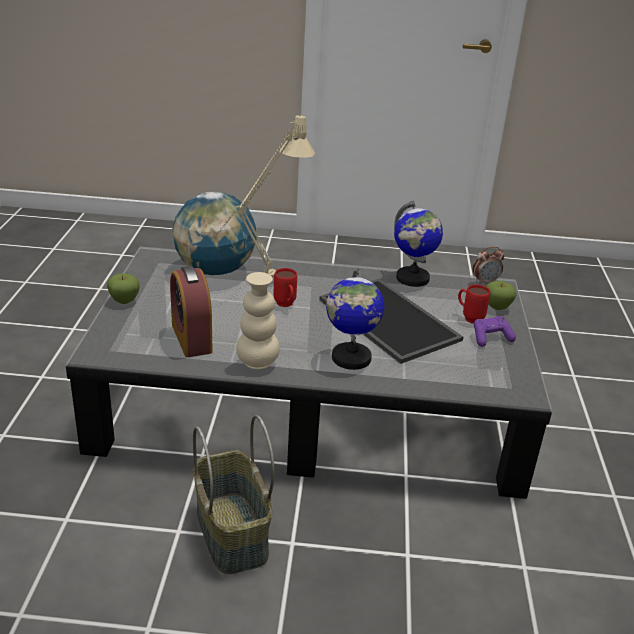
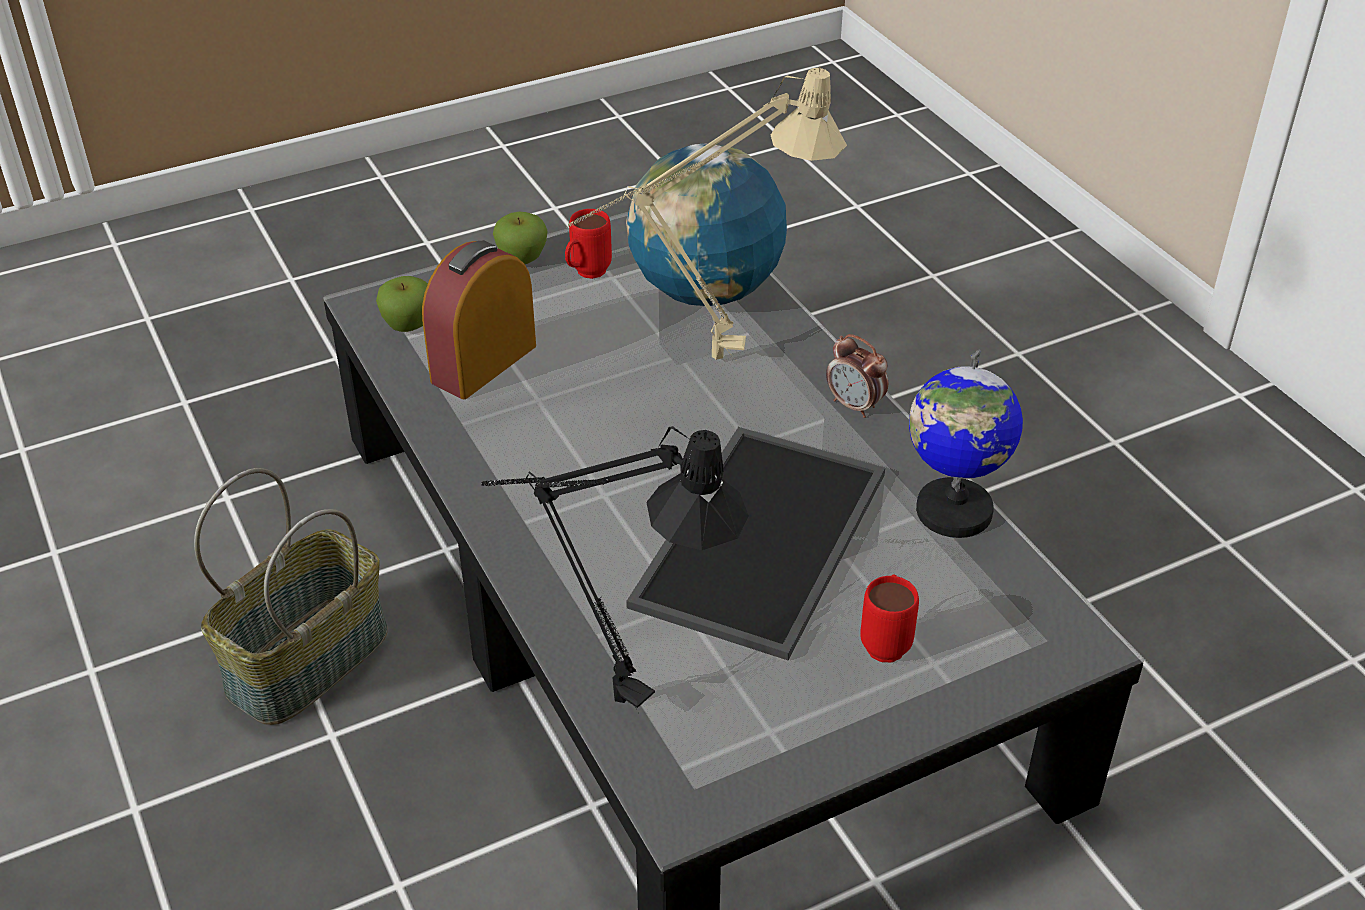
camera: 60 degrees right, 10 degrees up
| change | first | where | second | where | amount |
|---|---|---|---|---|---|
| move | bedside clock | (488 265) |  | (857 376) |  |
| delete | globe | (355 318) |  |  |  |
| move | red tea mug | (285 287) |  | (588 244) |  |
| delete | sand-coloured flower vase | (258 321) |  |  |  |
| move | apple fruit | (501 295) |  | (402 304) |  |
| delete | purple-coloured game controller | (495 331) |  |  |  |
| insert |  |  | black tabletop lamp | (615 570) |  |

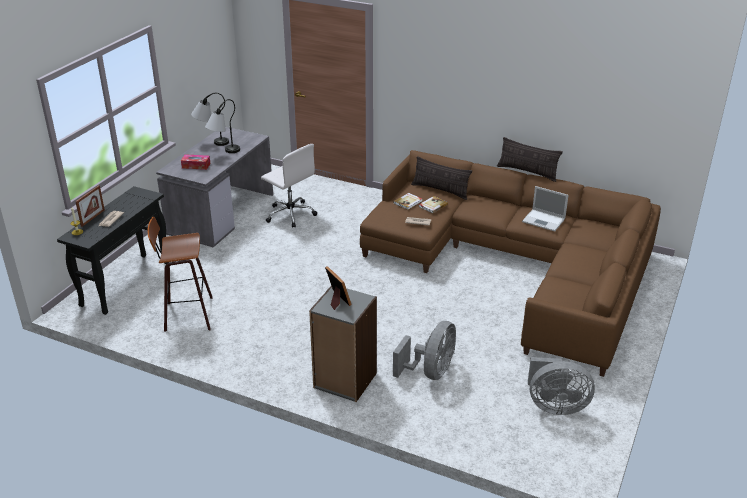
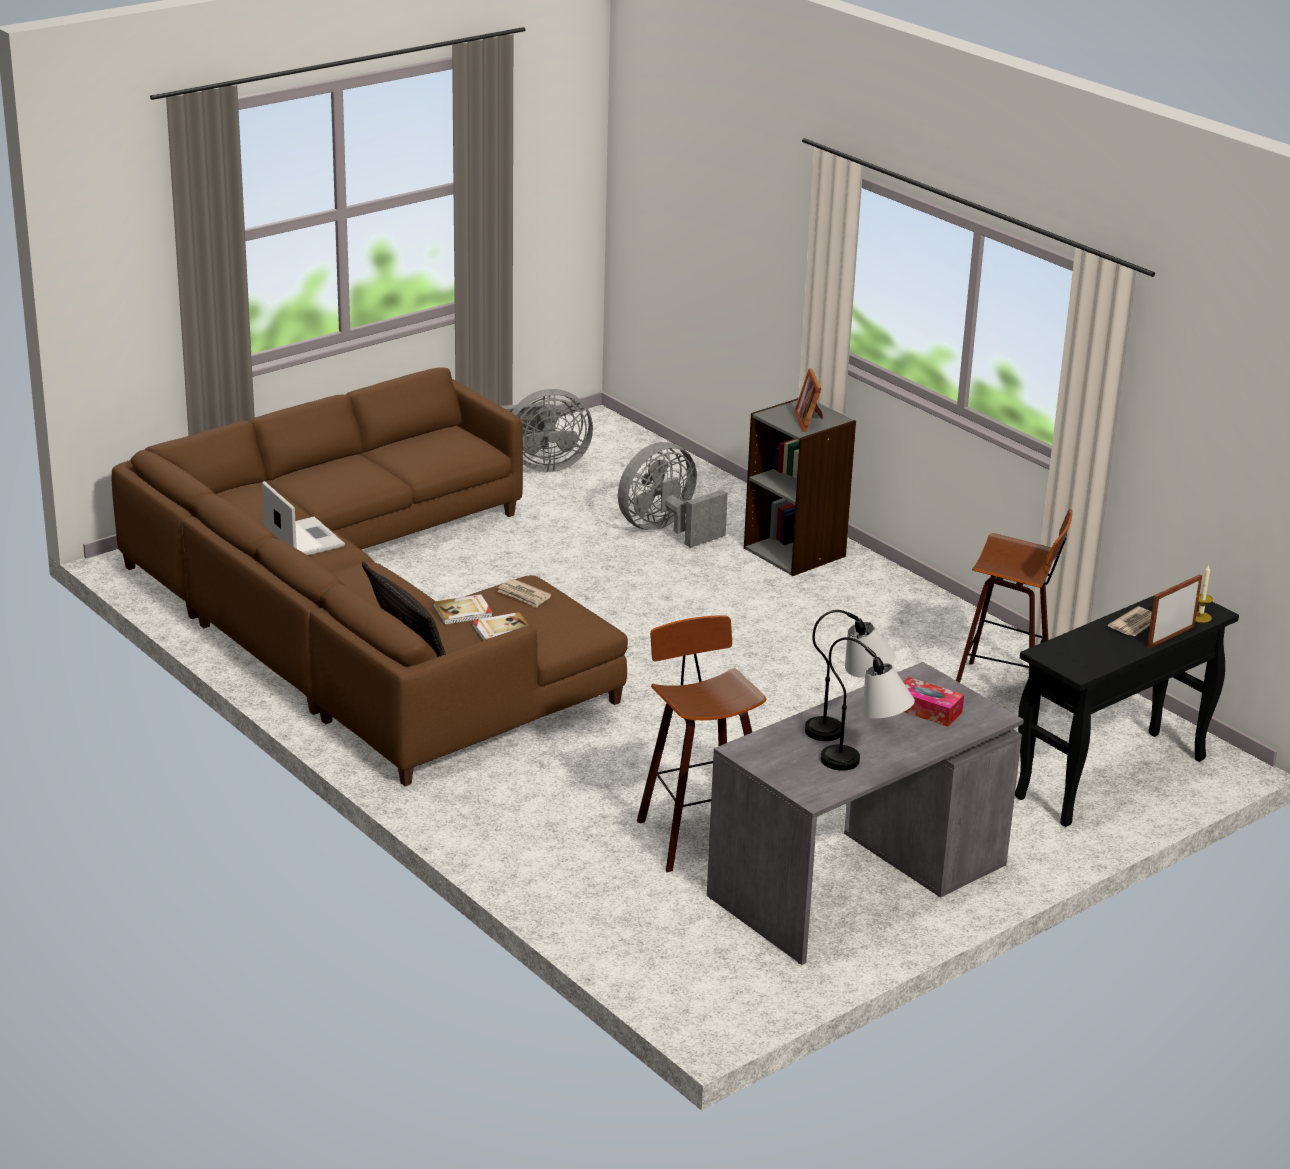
camera: 155 degrees left, 5 degrees down
| change | first | where | second | where | amount |
|---|---|---|---|---|---|
| delete | throw pillow | (530 159) |  |  |  |
| replace | white office chair | (289 186) | stool seat | (701 743) |  |
| rotate | gray fan | (561 386) |  | (547 430) | 135 degrees clockwise |

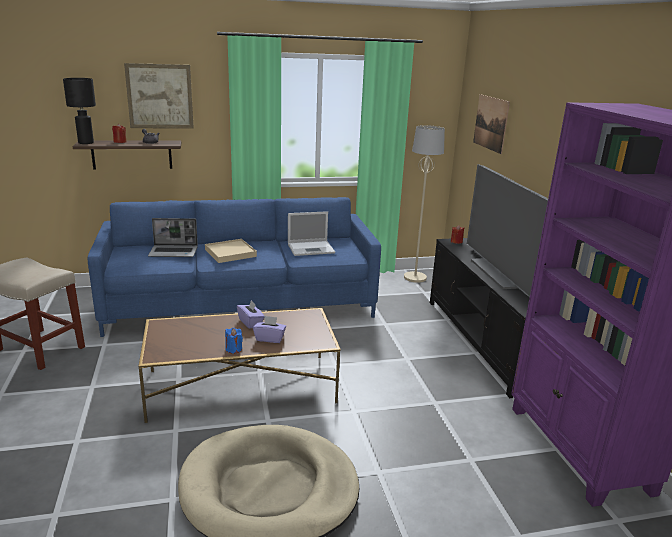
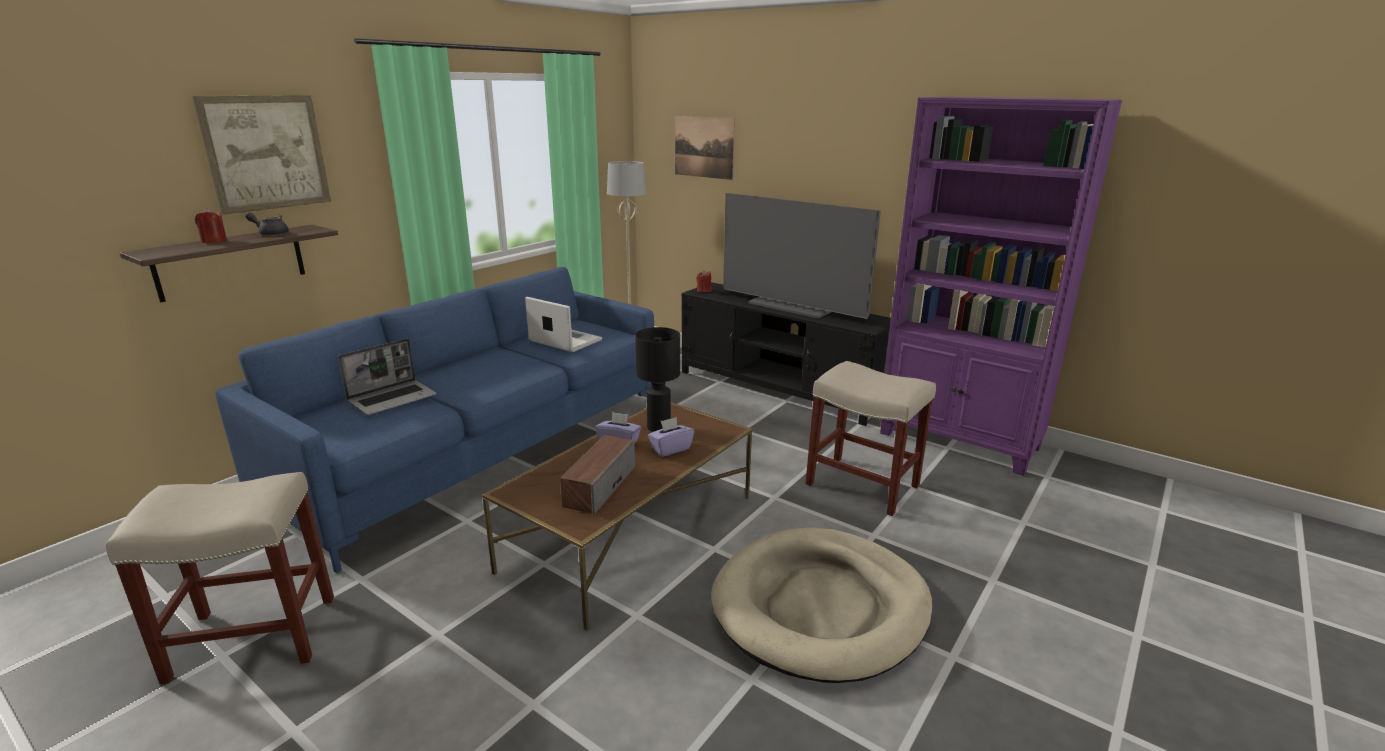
camera: 40 degrees left, 0 degrees up
| change | first | where | second | where | amount |
|---|---|---|---|---|---|
| move | black tabletop lamp | (79 111) |  | (657 379) |  |
| rotate | portable computer | (311 233) |  | (563 324) | 90 degrees counterclockwise |
| delete | sand-coloured carrying tray | (231 251) |  |  |  |
| delete | blue-coloured wax candle | (234 340) |  |  |  |
| insert |  |  | sand-coloured stool seat | (871 438) |  |
| insert |  |  | loudspeaker | (597 475) |  |

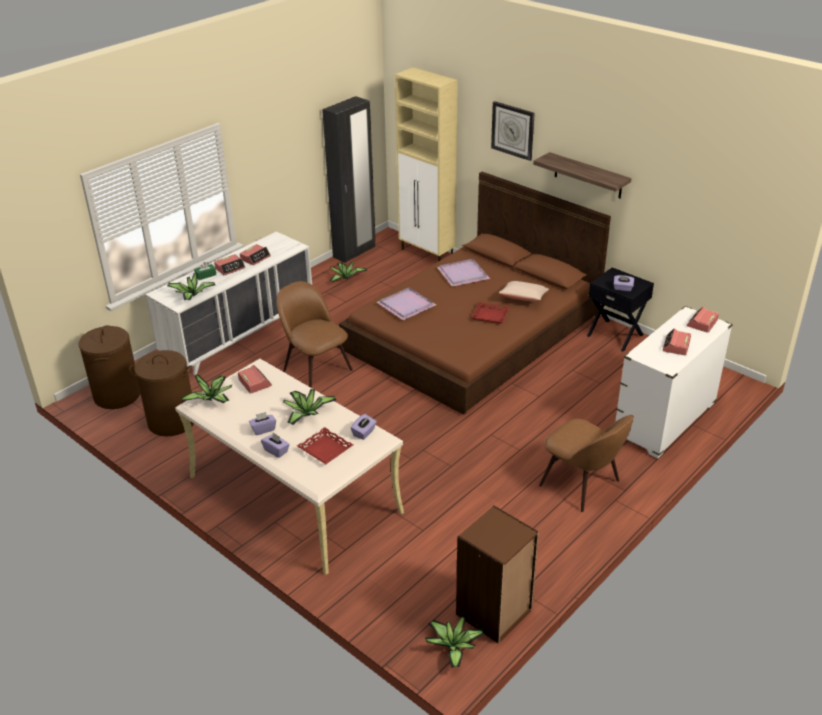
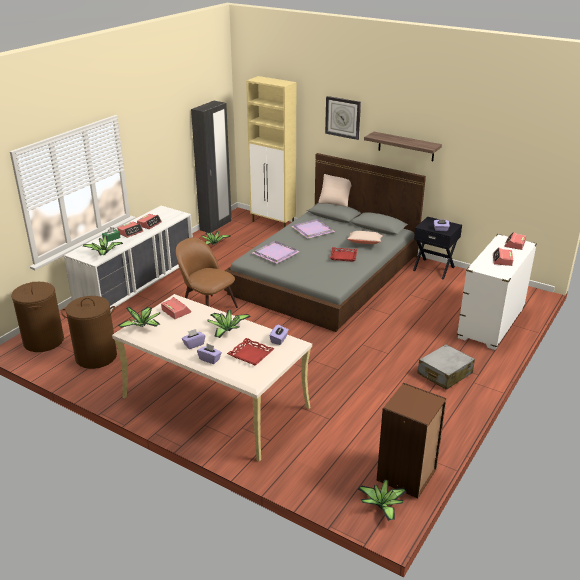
camera: 10 degrees left, 5 degrees down
| change | first | where | second | where | amount |
|---|---|---|---|---|---|
| recolor | brownish bed | (475 293) | gray bed | (325 242) |  |
| replace | brownish chair | (586 463) | gray piece of luggage | (446 367) |  |
| insert |  |  | sand-coloured throw pillow | (334 190) |  |

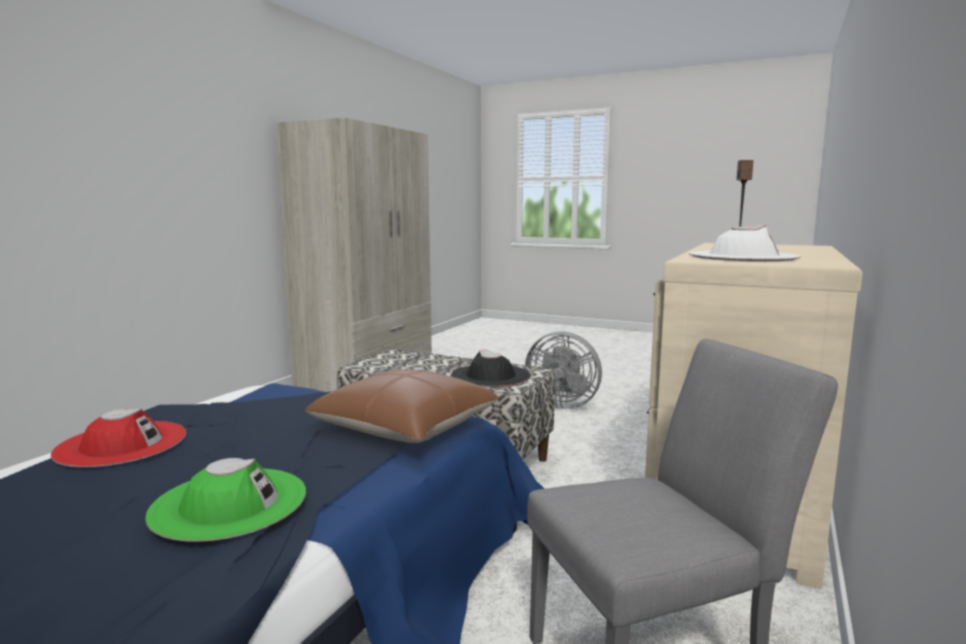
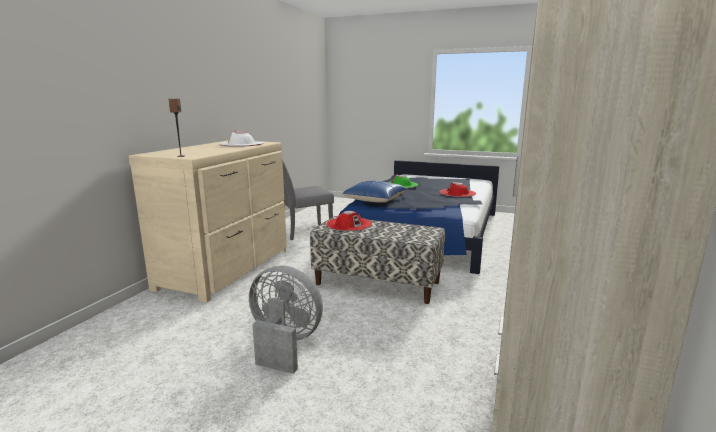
camera: 175 degrees right, 5 degrees up
| change | first | where | second | where | amount |
|---|---|---|---|---|---|
| recolor | black hat | (491 368) | red hat | (349 221) |  |
| recolor | brownish throw pillow | (402 406) | blue-coloured throw pillow | (374 192) |  |

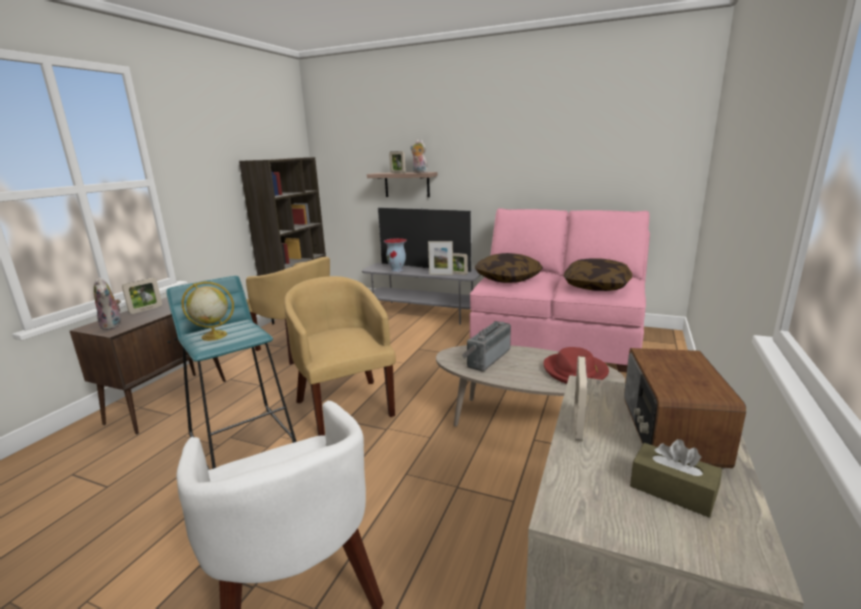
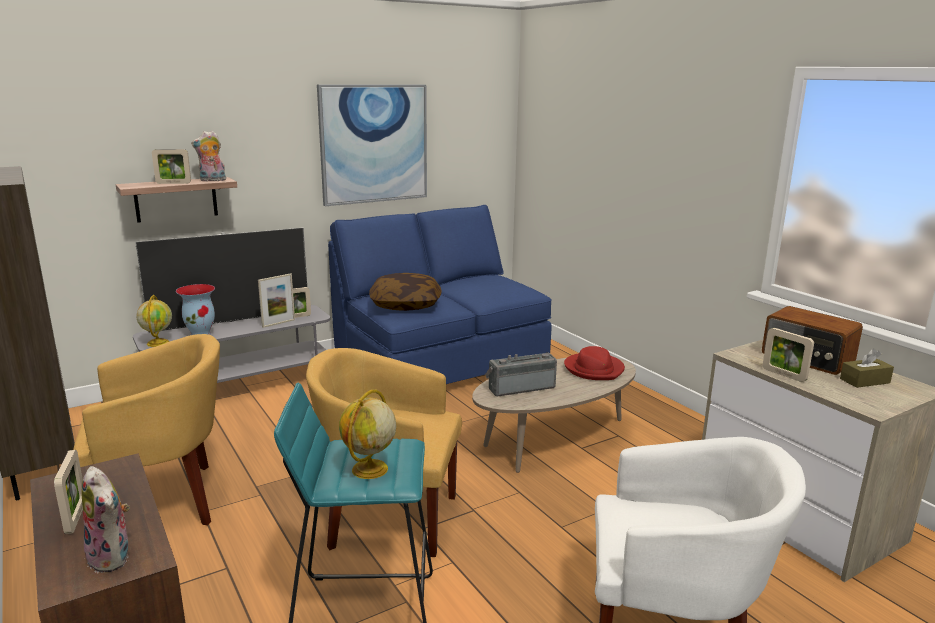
camera: 55 degrees left, 0 degrees up
| change | first | where | second | where | amount |
|---|---|---|---|---|---|
| recolor | pink sofa | (560 290) | blue-coloured sofa | (440 294) |  |
| delete | throw pillow | (598 274) |  |  |  |
| rotate | cuddly toy | (107 303) |  | (106 519) | 45 degrees clockwise |
| rotate | radio receiver | (486 346) |  | (521 374) | 90 degrees clockwise |
| insert |  |  | wall art | (372 145) |  |
| insert |  |  | globe | (154 321) |  |

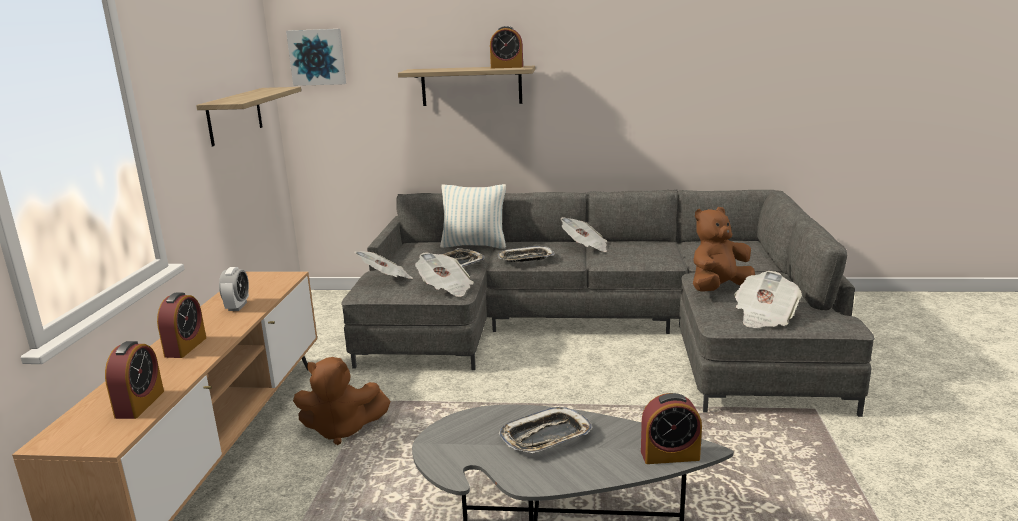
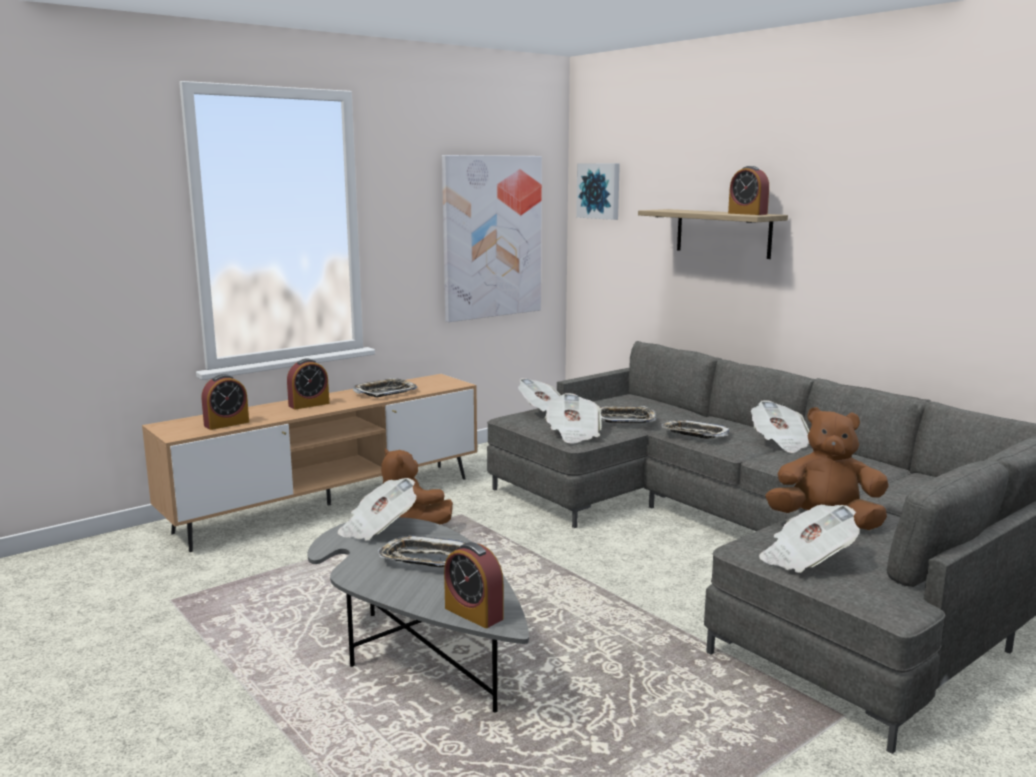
camera: 45 degrees right, 5 degrees down
| change | first | where | second | where | amount |
|---|---|---|---|---|---|
| replace | bracket shelf | (248 116) | wall art | (492 238) |  |
| delete | throw pillow | (473 216) |  |  |  |
| replace | bedside clock | (234 289) | carrying tray | (385 387) |  |
| insert |  |  | printed paper | (377 509) |  |

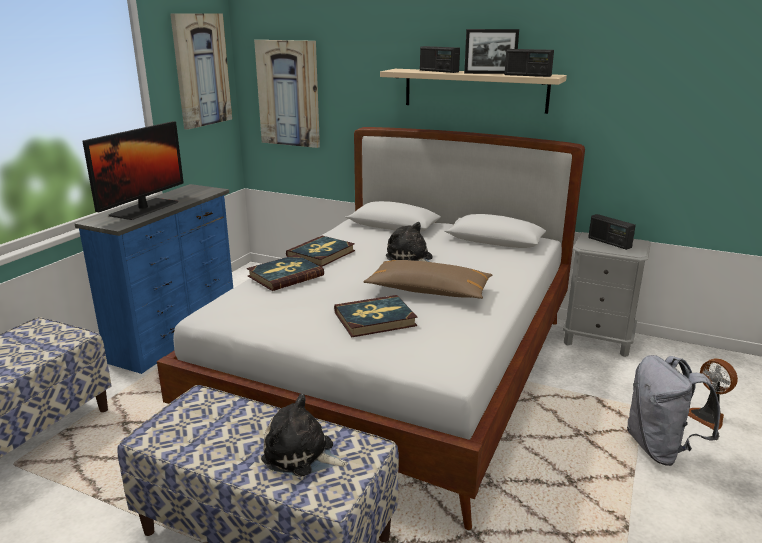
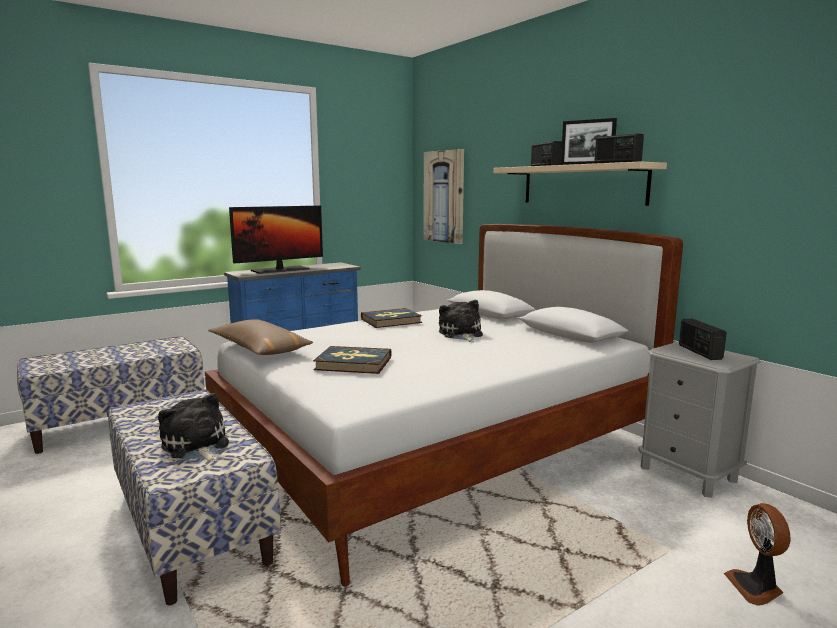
camera: 30 degrees right, 10 degrees down
| change | first | where | second | where | amount |
|---|---|---|---|---|---|
| delete | wall art | (201 71) |  |  |  |
| delete | book | (285 273) |  |  |  |
| move | brownish throw pillow | (428 279) |  | (260 337) |  |
| delete | gray backpack | (673 410) |  |  |  |

